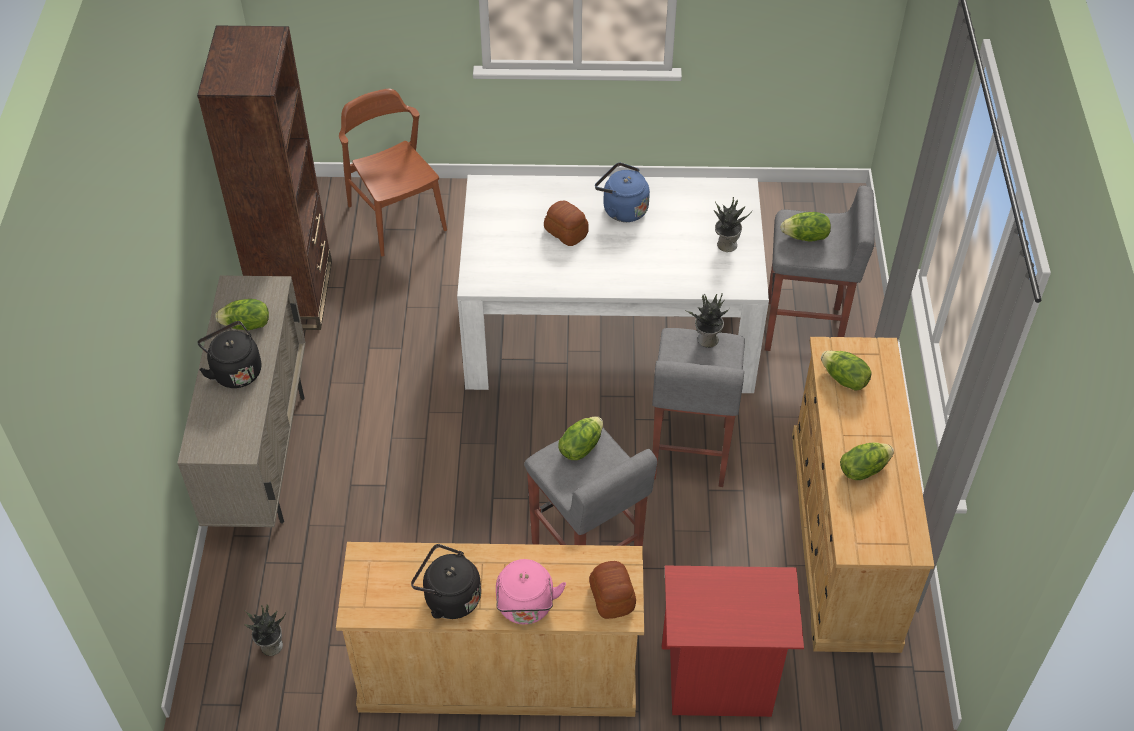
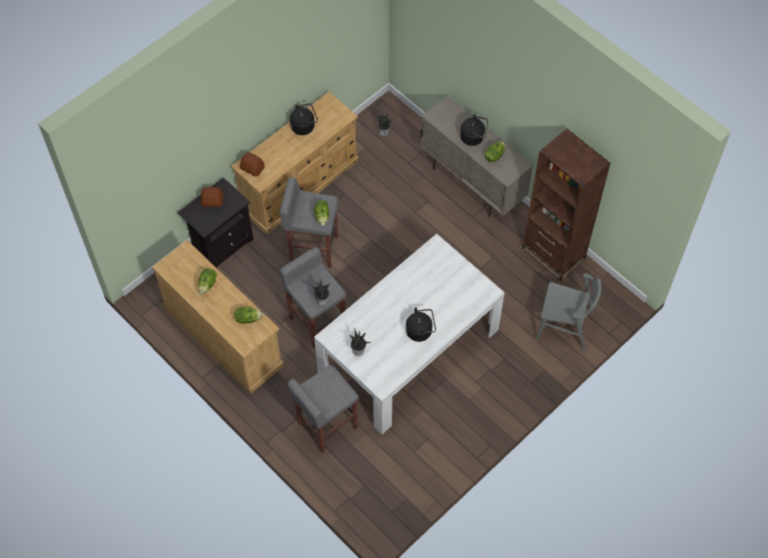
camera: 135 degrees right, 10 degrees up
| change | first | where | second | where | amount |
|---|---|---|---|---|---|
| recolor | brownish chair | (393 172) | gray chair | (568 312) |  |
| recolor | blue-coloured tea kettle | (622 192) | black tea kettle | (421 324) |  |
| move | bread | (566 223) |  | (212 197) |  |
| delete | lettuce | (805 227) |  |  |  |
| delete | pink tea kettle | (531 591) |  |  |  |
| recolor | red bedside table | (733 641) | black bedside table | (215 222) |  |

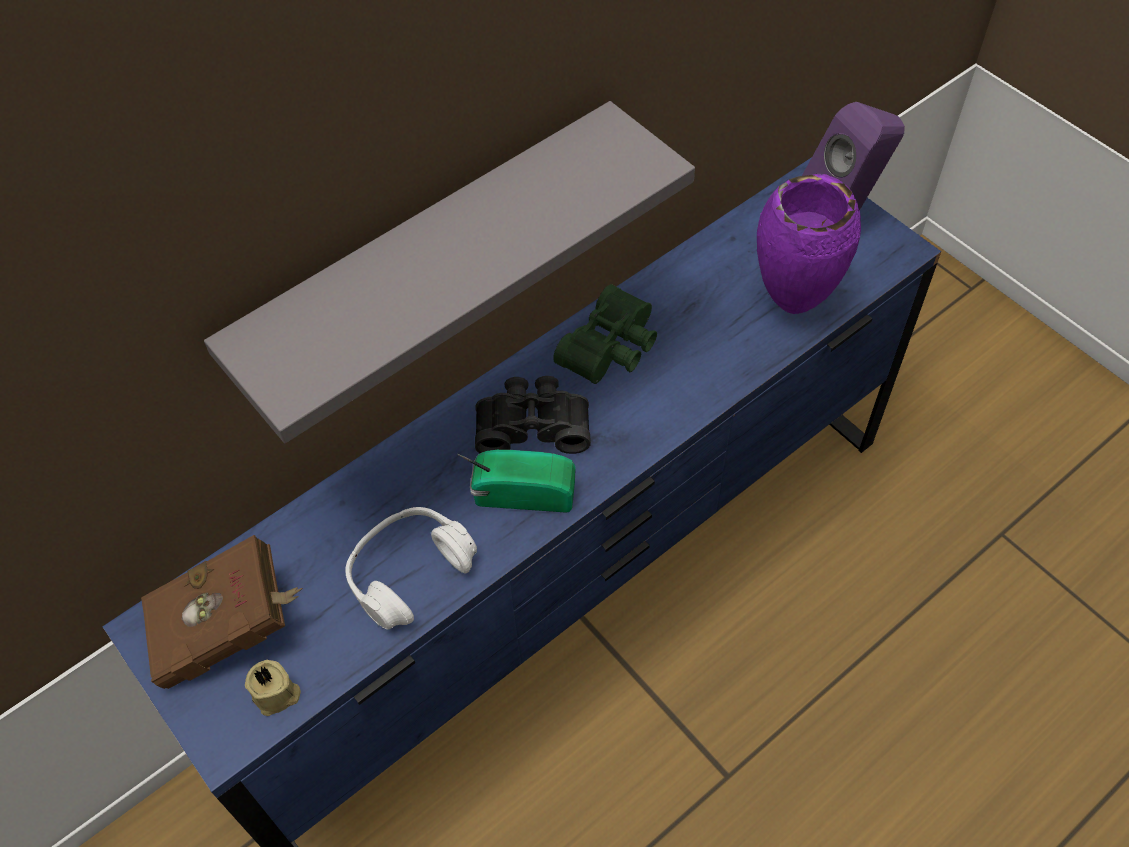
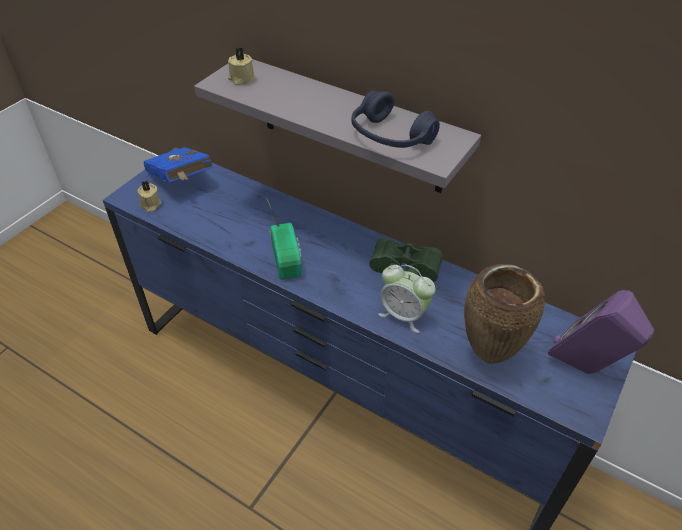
camera: 70 degrees right, 10 degrees down
| change | first | where | second | where | amount |
|---|---|---|---|---|---|
| recolor | purple-coloured flower vase | (809 244) | brownish flower vase | (504 314) |  |
| delete | black pair of binoculars | (533 415) |  |  |  |
| delete | white headphones | (411 568) |  |  |  |
| recolor | brownish book | (222 612) | blue-coloured book | (178 164) |  |
| insert |  |  | sand-coloured wax candle | (241 66) |  |
| insert |  |  | blue-coloured headphones | (396 119) |  |
| insert |  |  | bedside clock | (406 299) |  |

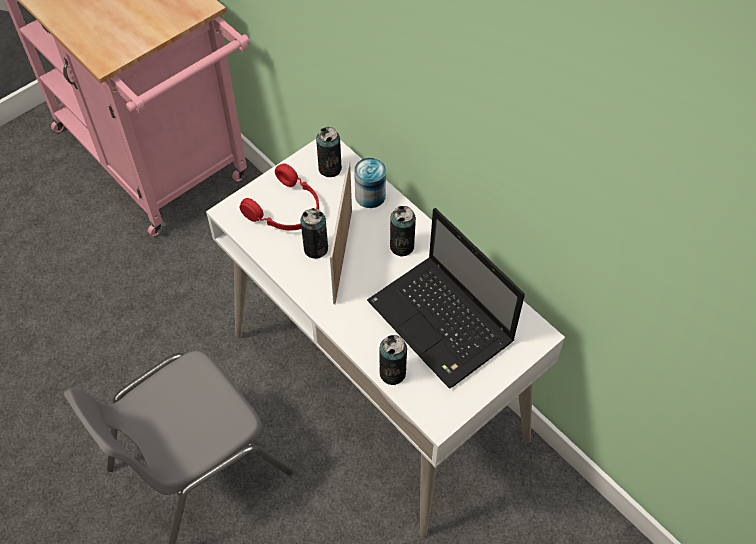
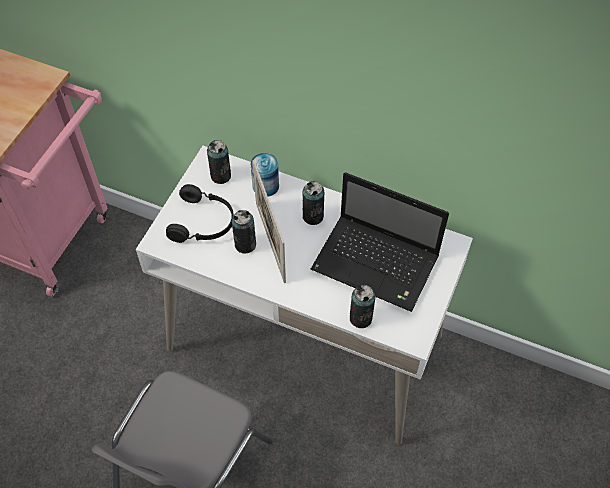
camera: 25 degrees left, 0 degrees up
| change | first | where | second | where | amount |
|---|---|---|---|---|---|
| recolor | red headphones | (279 197) | black headphones | (200 213) |  |

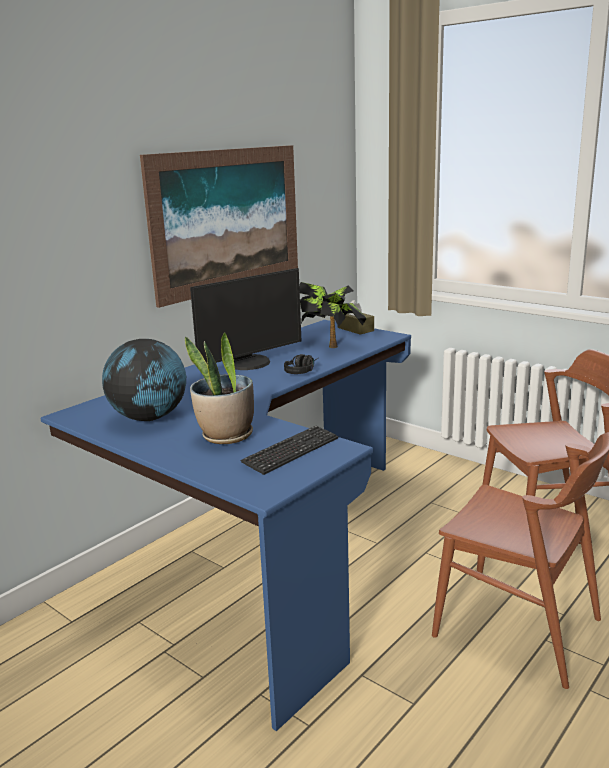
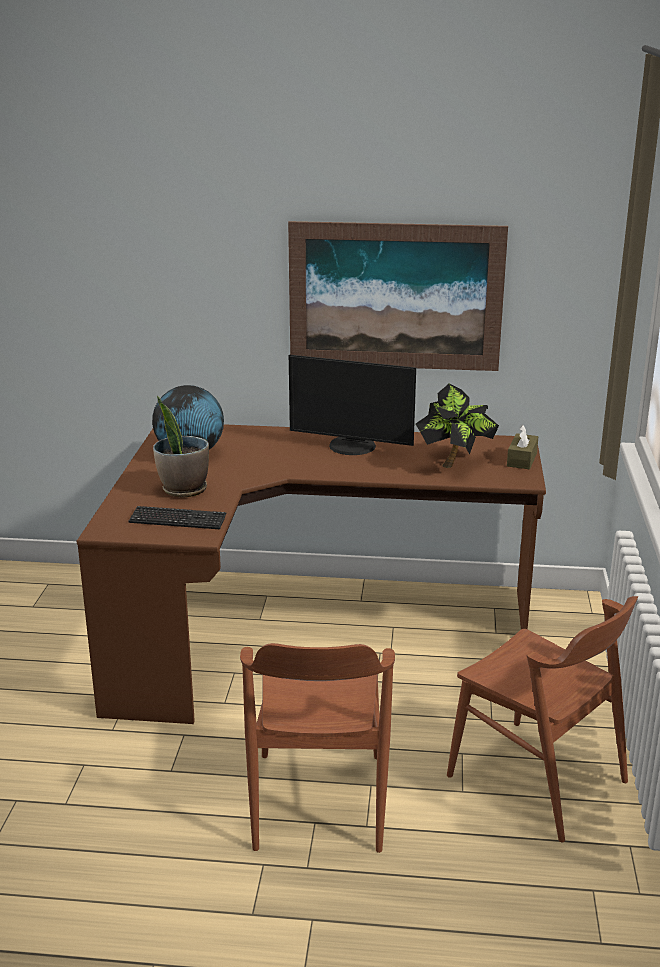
camera: 55 degrees right, 5 degrees up
| change | first | where | second | where | amount |
|---|---|---|---|---|---|
| recolor | blue-coloured desk unit | (225 525) | brownish desk unit | (311 574) |  |
| delete | black headphones | (301 364) |  |  |  |

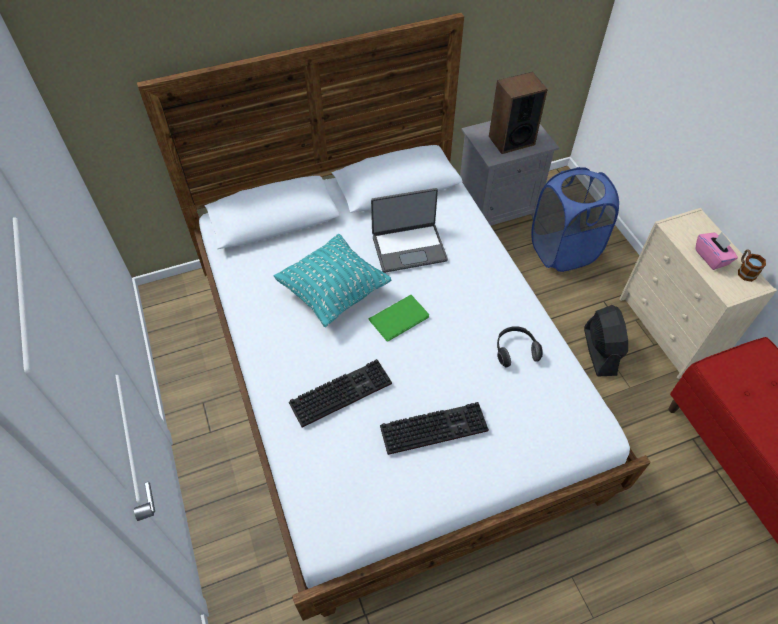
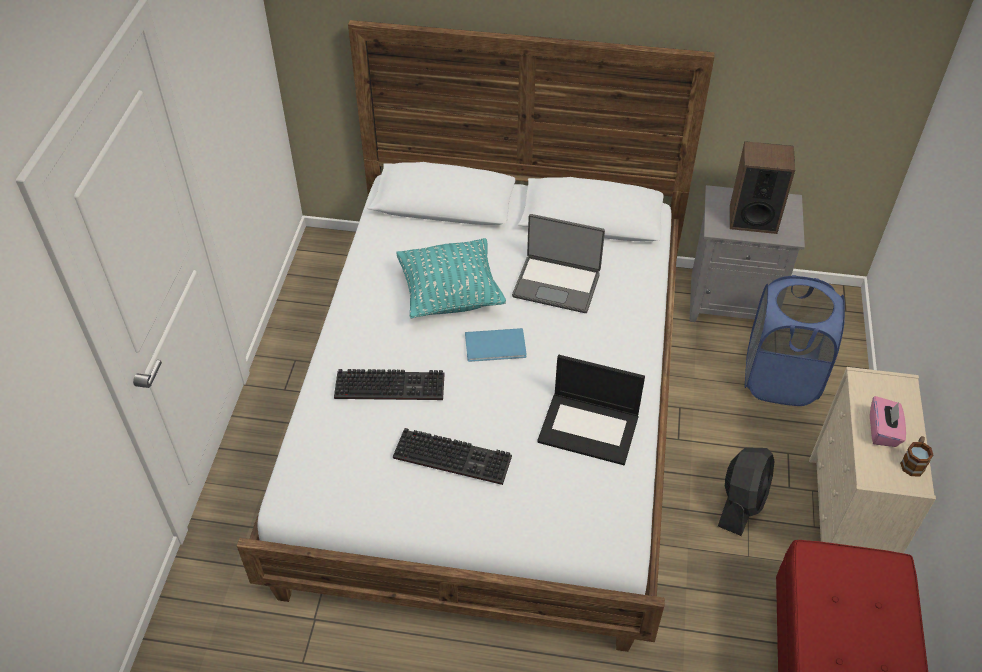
camera: 30 degrees right, 5 degrees down
| change | first | where | second | where | amount |
|---|---|---|---|---|---|
| recolor | green book | (399 318) | blue-coloured book | (496 345) |  |
| replace | headphones | (520 346) | portable computer | (591 410) |  |

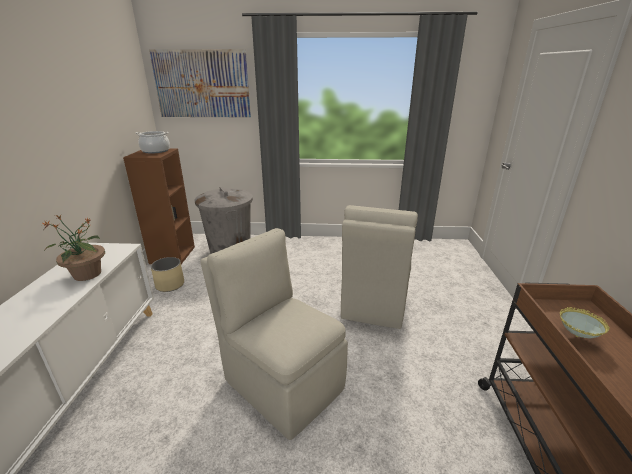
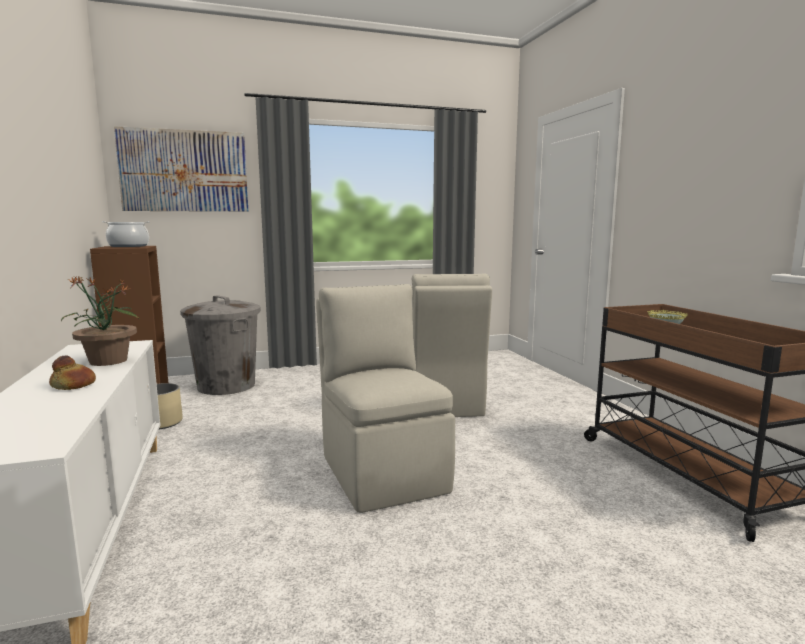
camera: 20 degrees left, 15 degrees down
| change | first | where | second | where | amount |
|---|---|---|---|---|---|
| rotate | sand-coloured chair | (274 334) |  | (385 398) | 45 degrees clockwise |
| insert |  |  | bread | (72 372) |  |

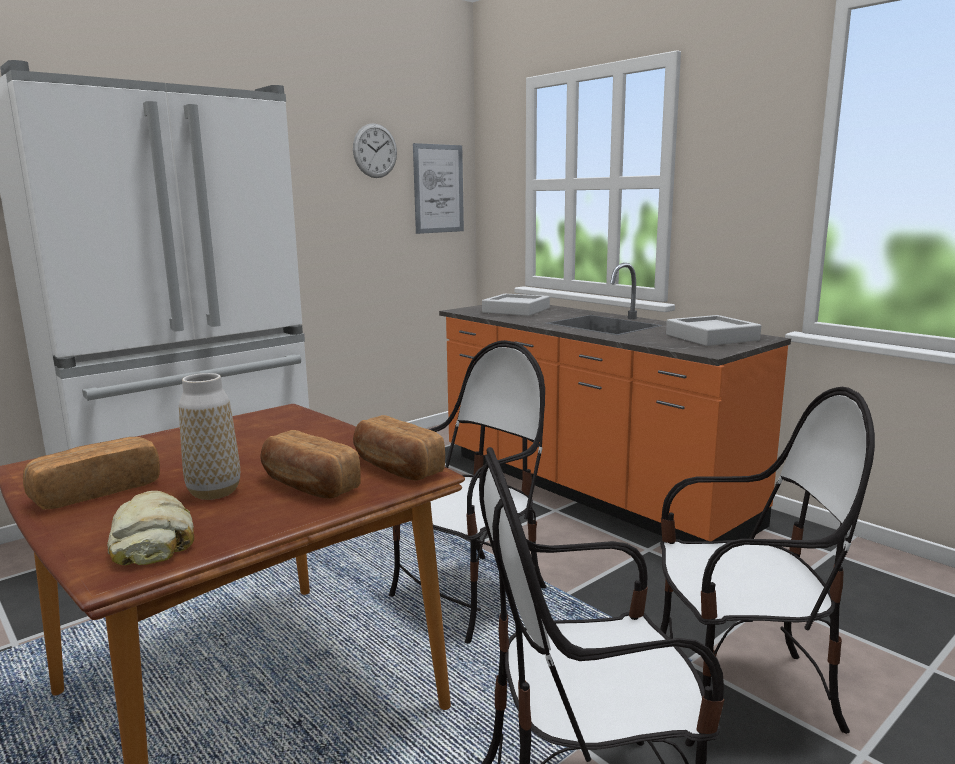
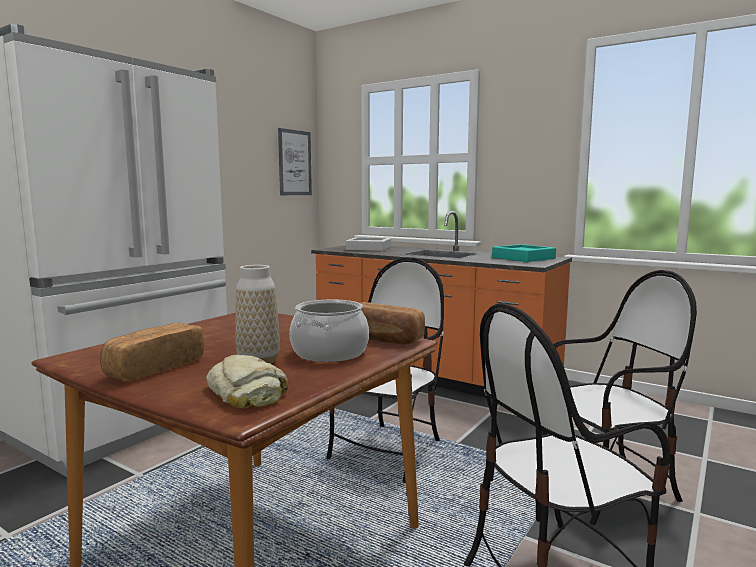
camera: 15 degrees left, 5 degrees down
| change | first | where | second | where | amount |
|---|---|---|---|---|---|
| delete | hanging clock | (375 150) |  |  |  |
| recolor | gray carrying tray | (713 330) | turquoise carrying tray | (524 253) |  |
| replace | bread | (310 464) | cooking pot | (329 330) |  |

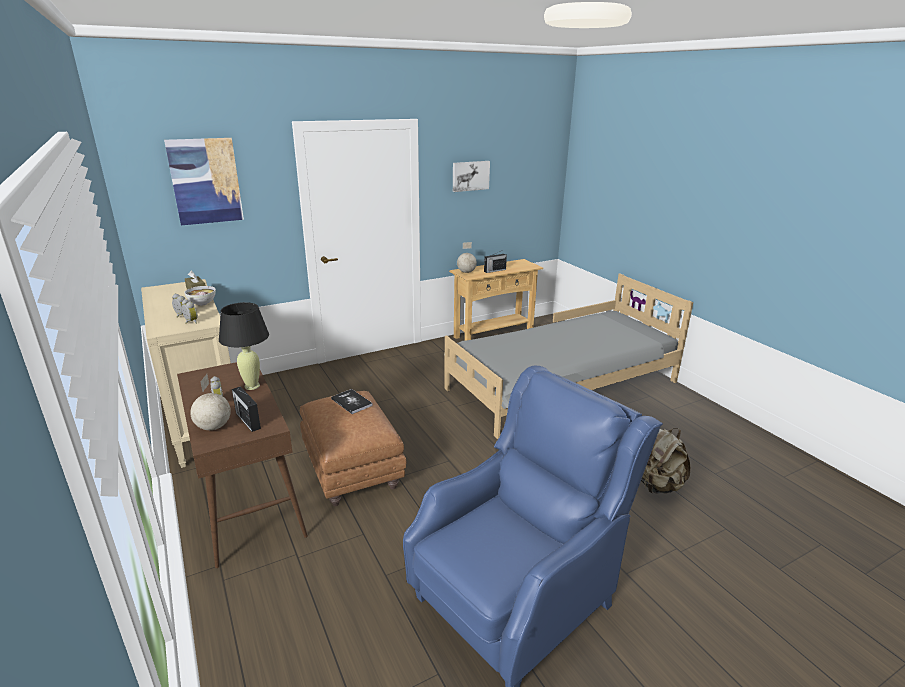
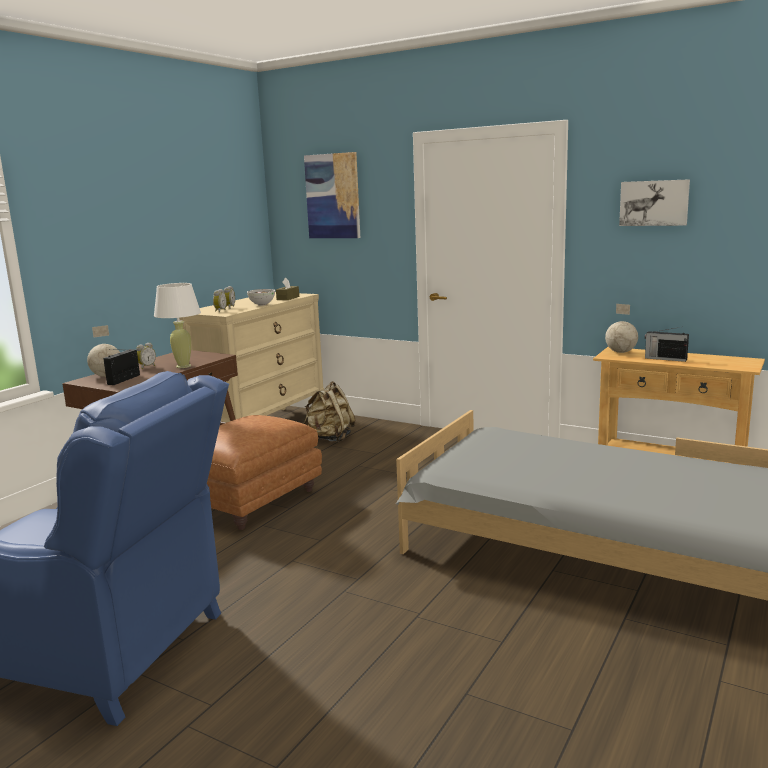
camera: 60 degrees right, 10 degrees down
| change | first | where | second | where | amount |
|---|---|---|---|---|---|
| recolor | black tabletop lamp | (244 346) | white tabletop lamp | (177 325) |  |
| delete | book | (352 401) |  |  |  |
| move | sand-coloured backpack | (665 461) |  | (329 411) |  |

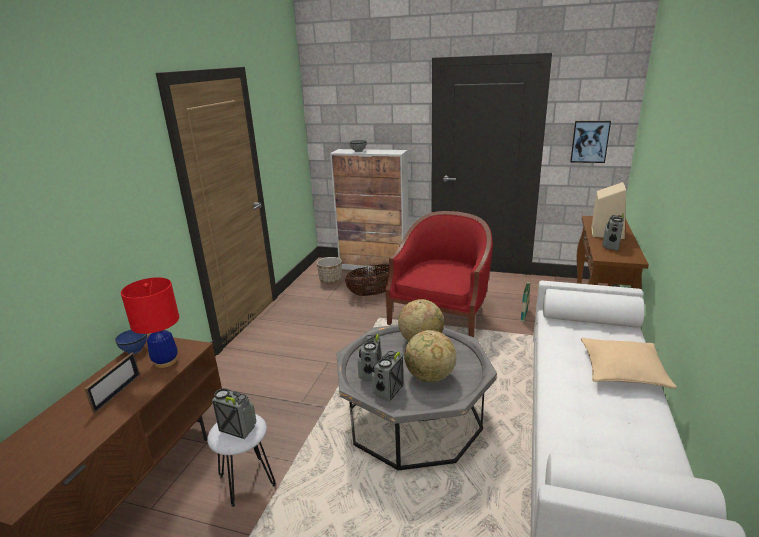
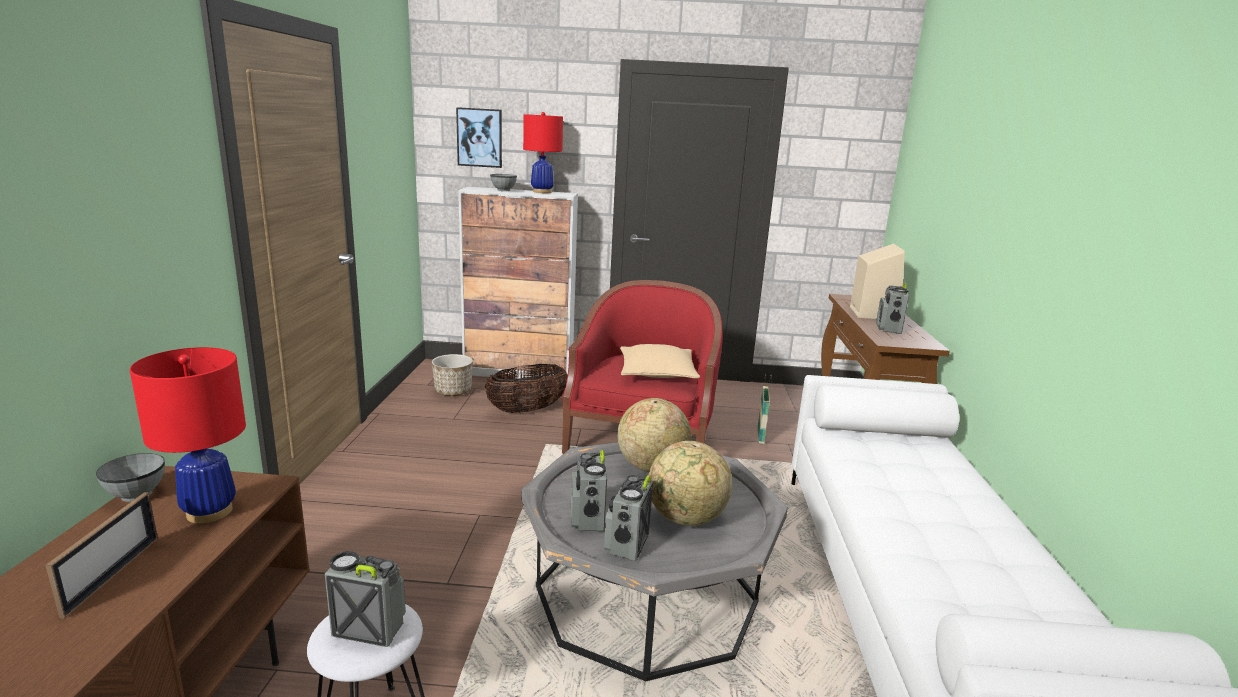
camera: 15 degrees left, 5 degrees down
| change | first | where | second | where | amount |
|---|---|---|---|---|---|
| move | wall art | (590 142) |  | (479 137) |  |
| recolor | blue-coloured deep dish | (131 342) | gray deep dish | (130 477) |  |
| move | sand-coloured throw pillow | (629 363) |  | (660 361) |  |
| insert |  |  | red tabletop lamp | (543 152) |  |

